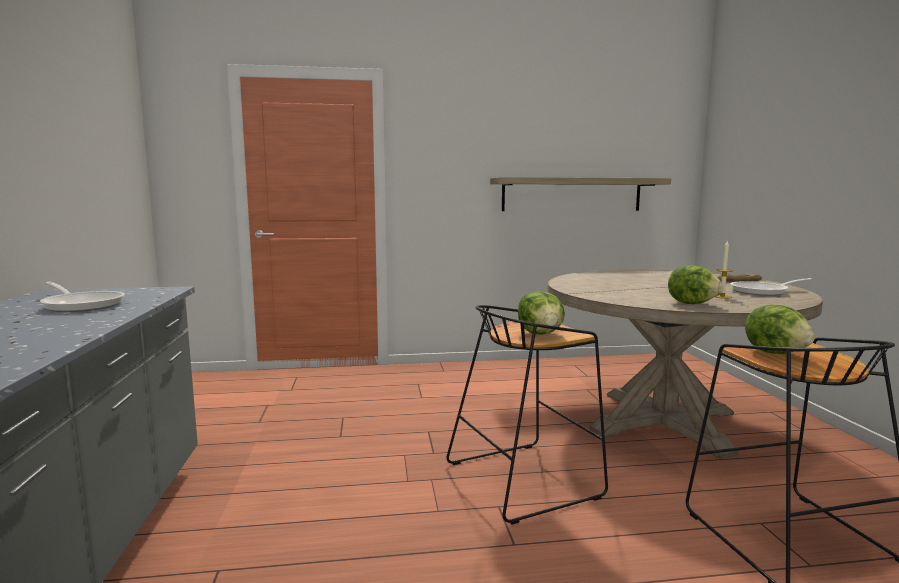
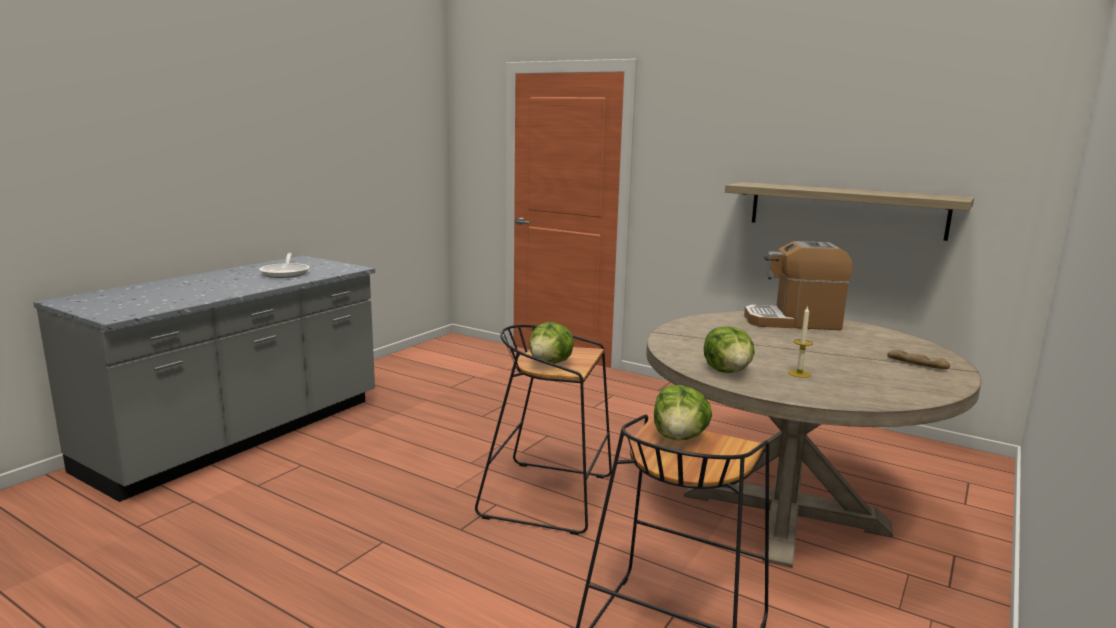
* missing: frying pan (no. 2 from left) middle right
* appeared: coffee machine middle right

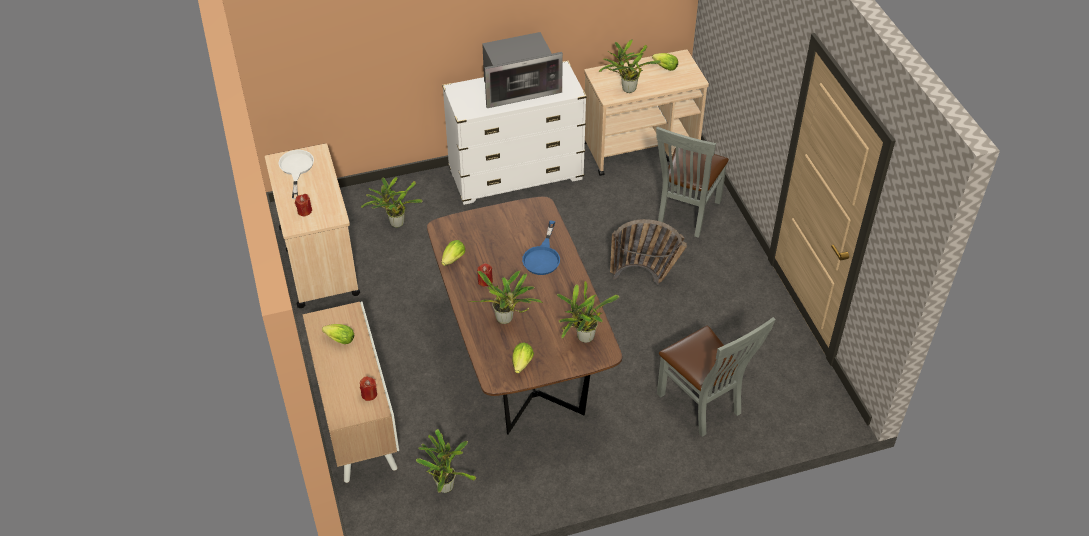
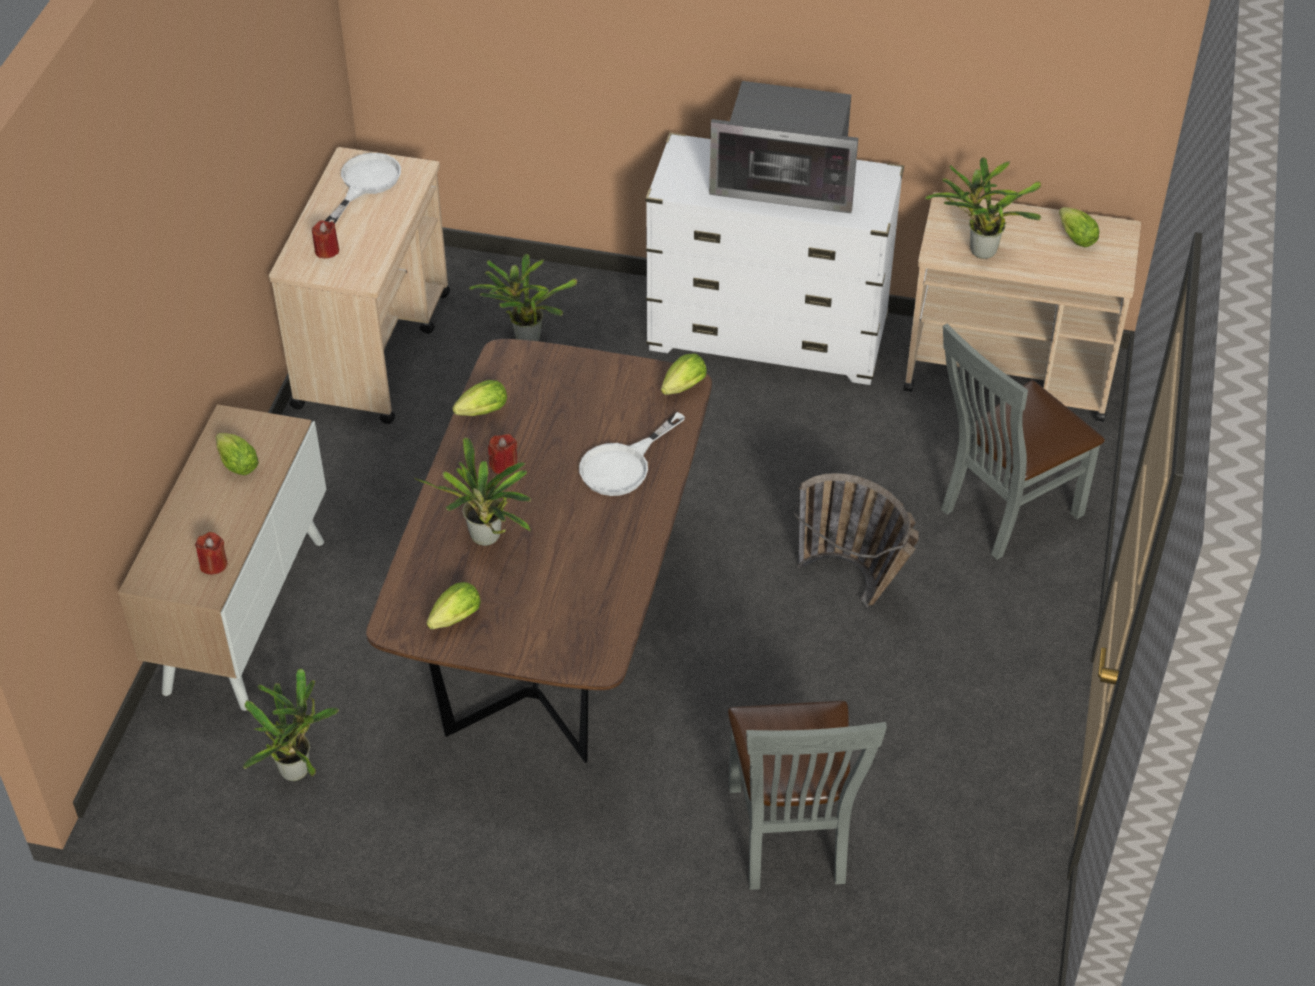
* colour: bluish frying pan centre to whitish frying pan (no. 2 from left) centre
* missing: plant in a pot (no. 4 from left) centre
* appeared: lettuce (no. 4 from left) centre

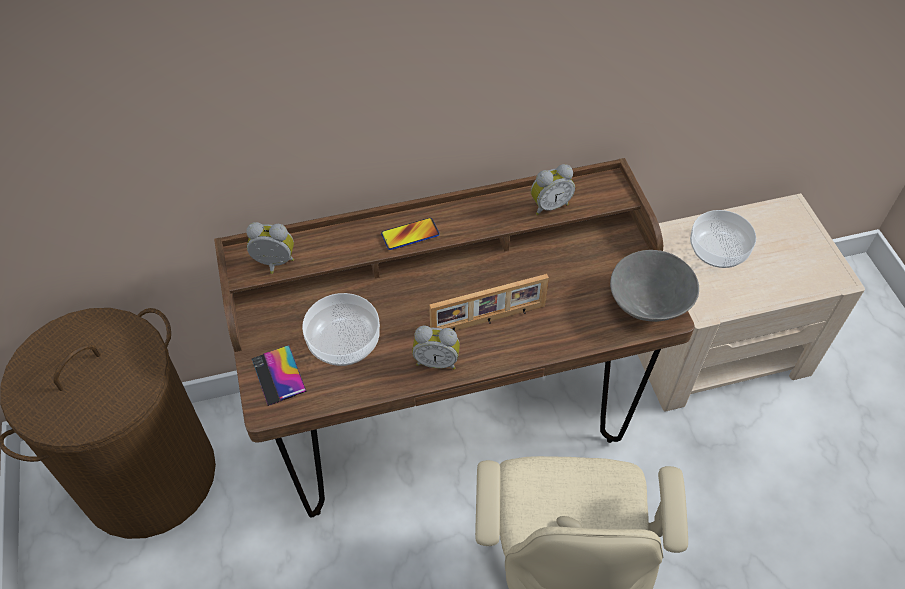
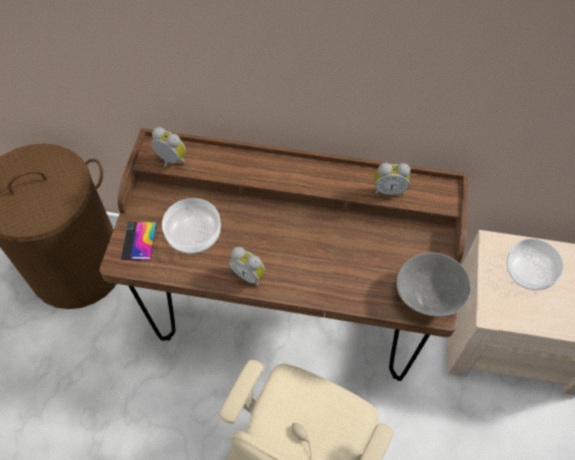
* missing: handset (no. 2 from left) centre
* missing: standing frame centre

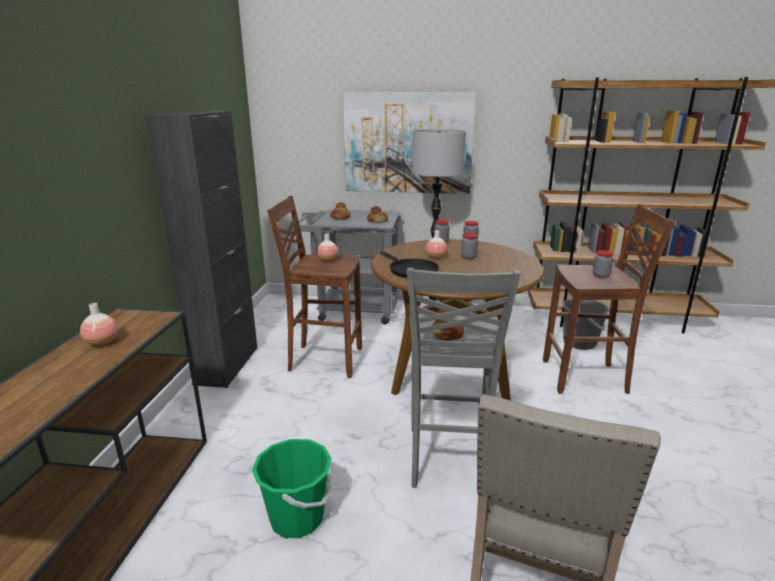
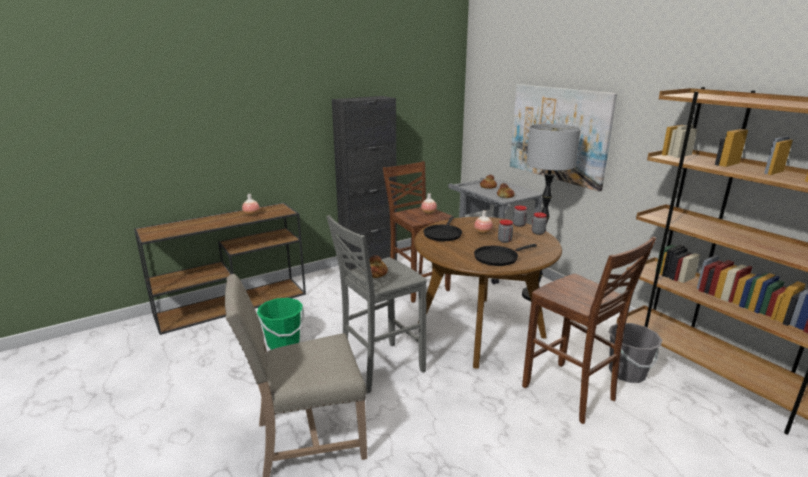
* missing: storage jar (no. 4 from left) middle right
* appeared: black-coloured frying pan (no. 2 from left) centre

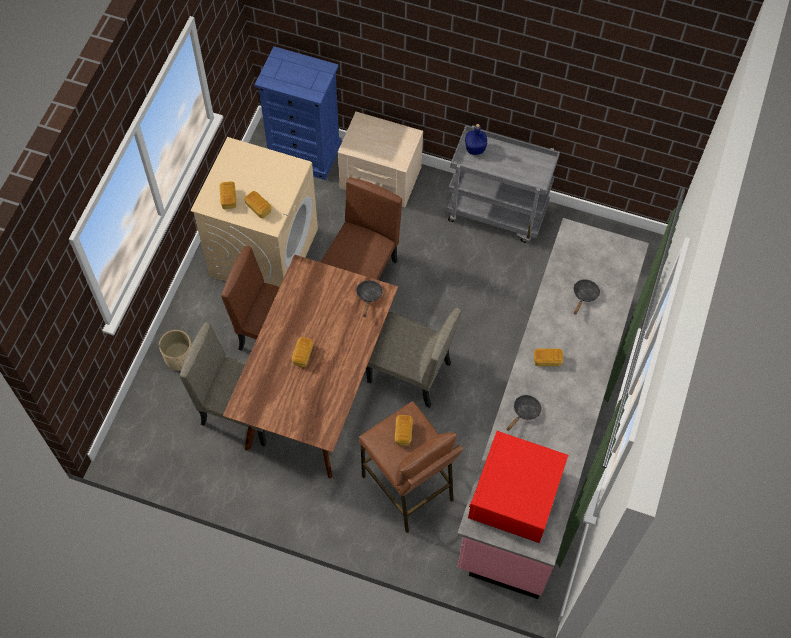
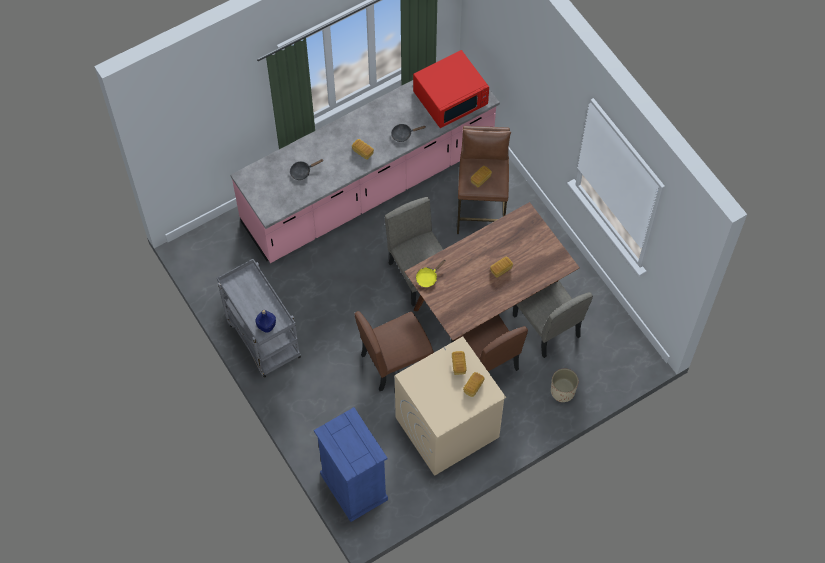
* missing: beige-coloured bedside table top centre
* colour: black-coloured frying pan (no. 1 from left) centre to yellow frying pan centre

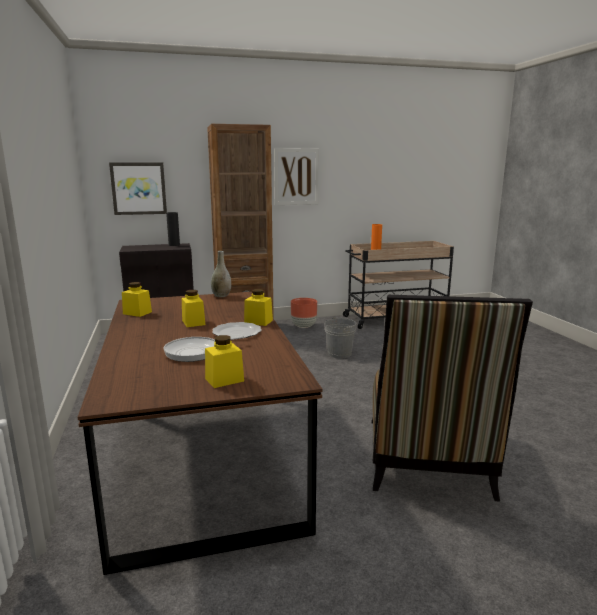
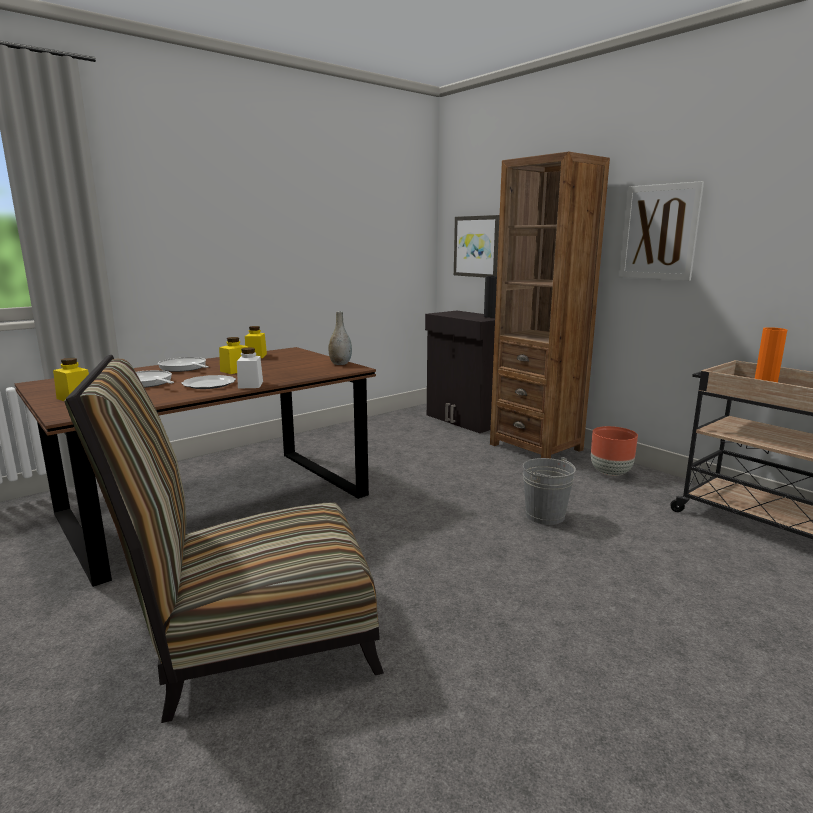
* colour: yellow storage jar (no. 4 from left) centre to whitish storage jar middle left
* appeared: frying pan (no. 2 from left) middle left

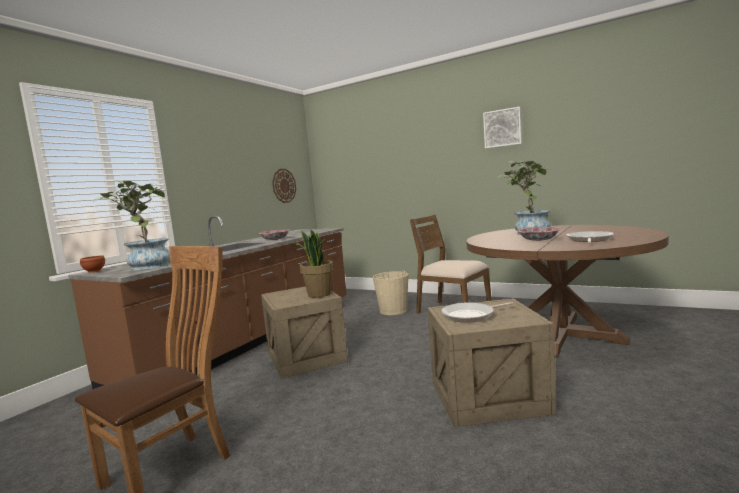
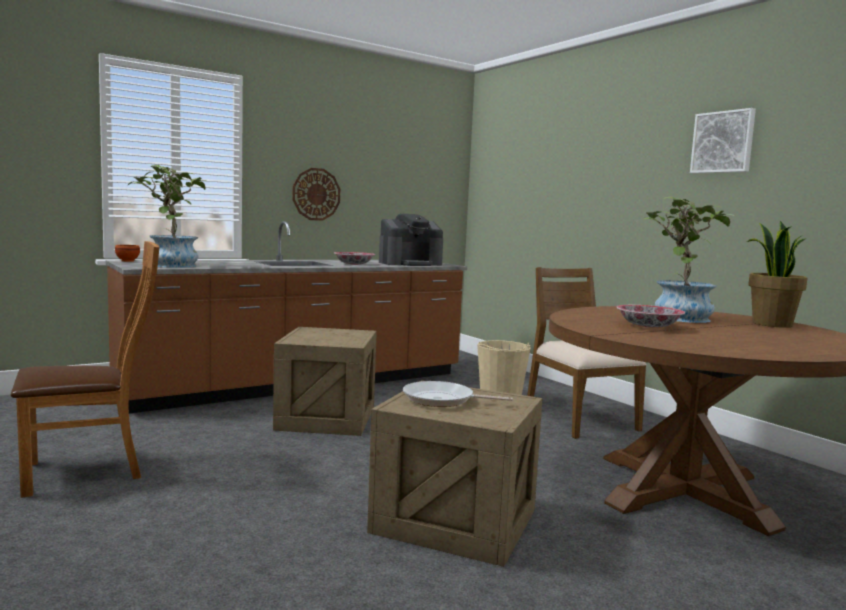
* relocated: wall clock centre to top centre
* relocated: plant in a pot (no. 2 from left in the first image) centre to plant in a pot (no. 3 from left) middle right
* missing: frying pan (no. 2 from left) middle right
* appeared: coffee machine centre

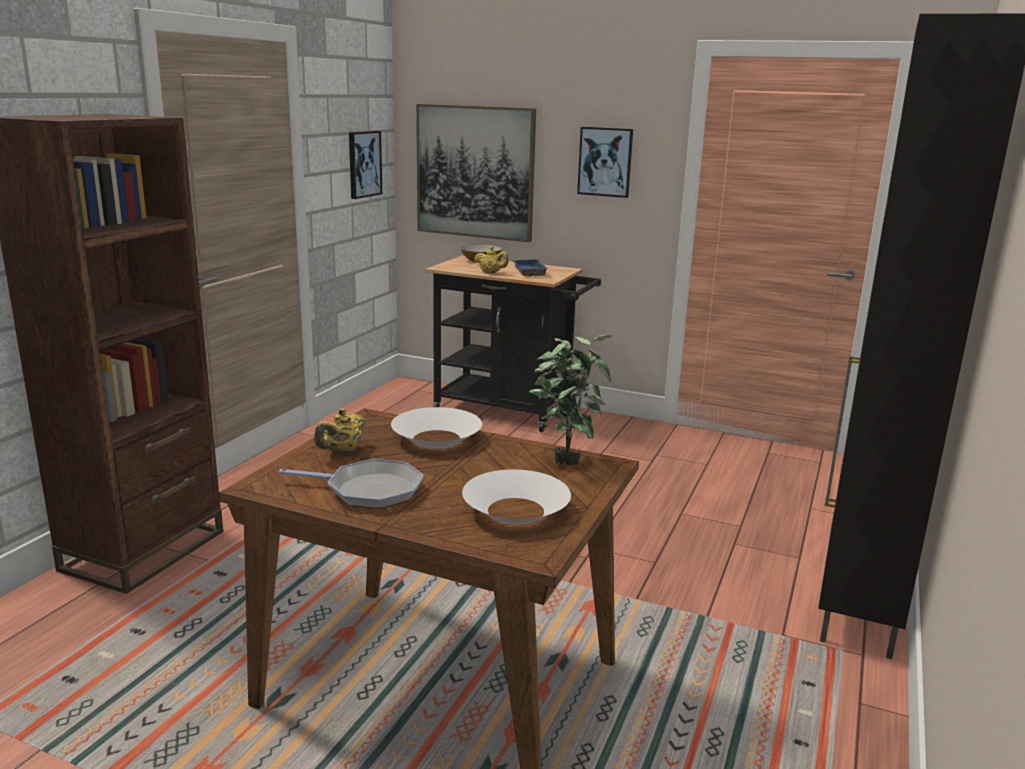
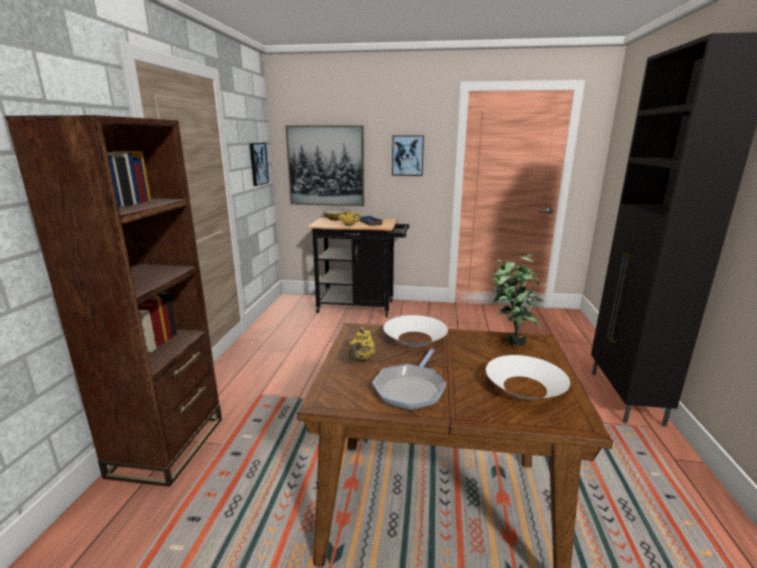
* spun: frying pan centre = bottom centre 120 degrees clockwise

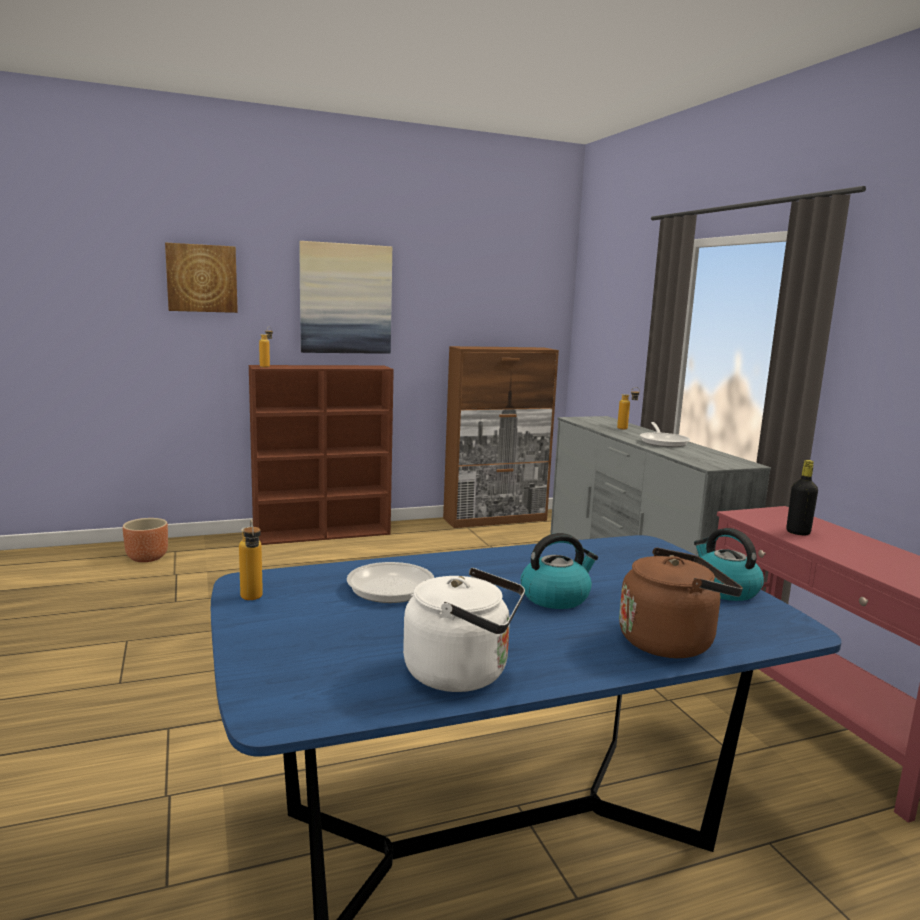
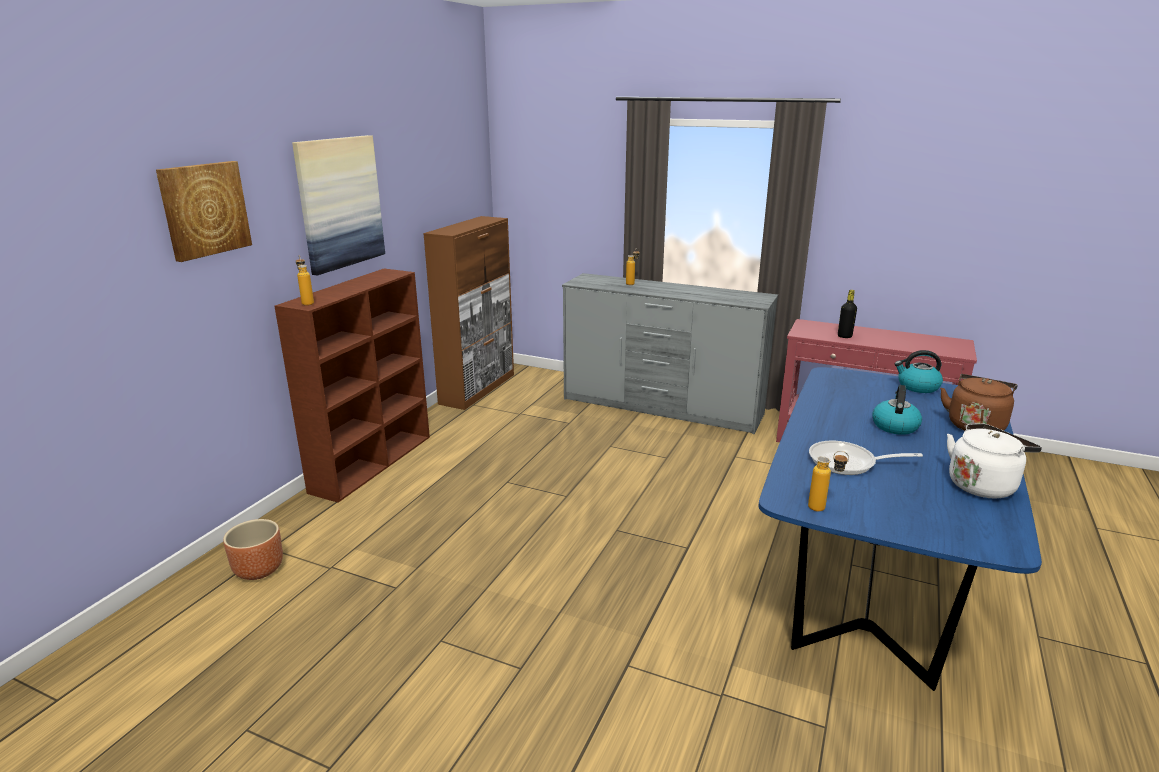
* missing: frying pan (no. 2 from left) middle right

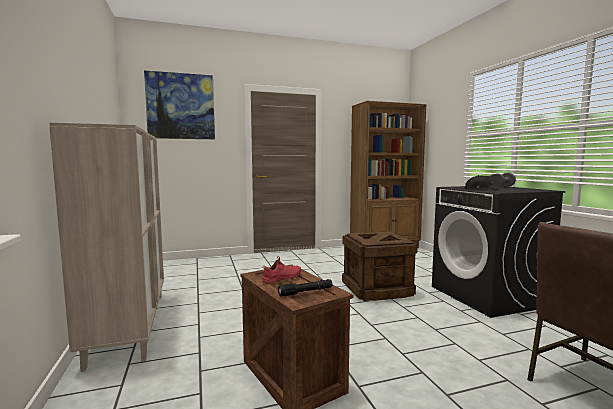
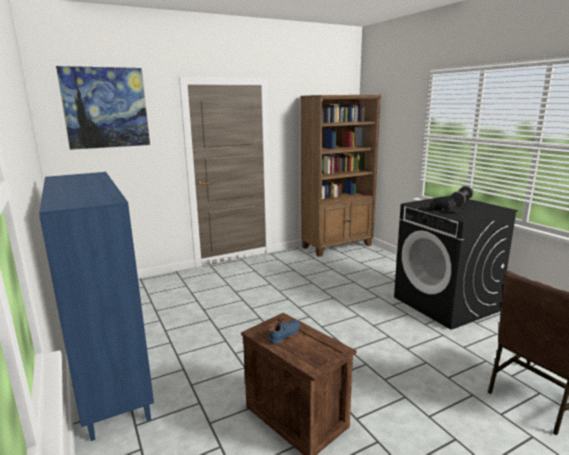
* colour: beige-coloured storage cabinet middle left to bluish storage cabinet bottom left
* colour: red-coloured shoe centre to bluish shoe bottom centre
* missing: black-coloured torch bottom centre
* missing: shipping crate (no. 2 from left) centre

